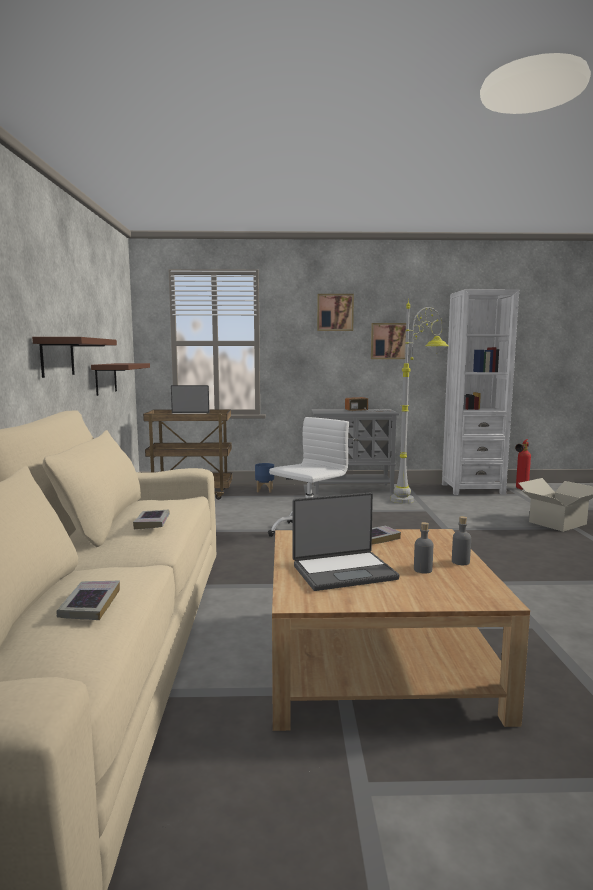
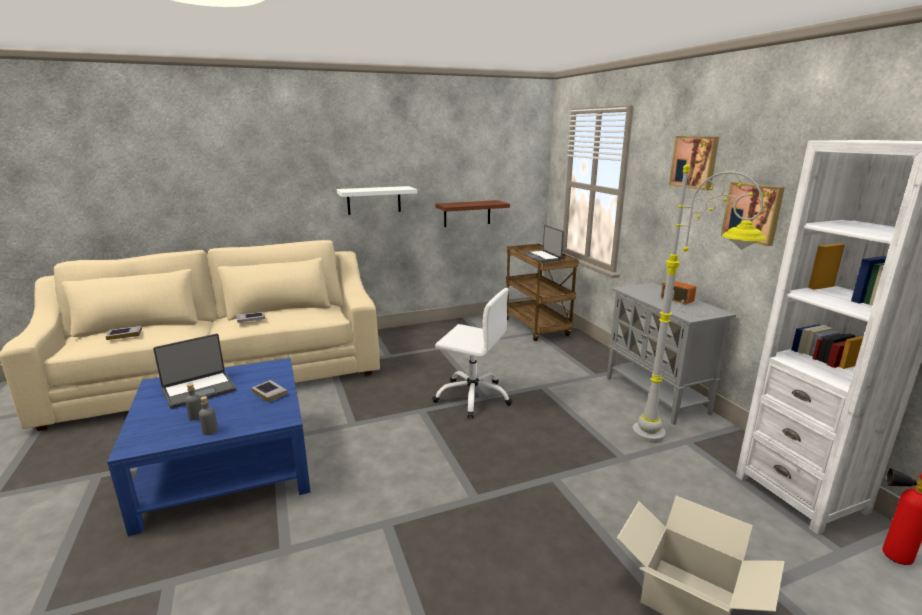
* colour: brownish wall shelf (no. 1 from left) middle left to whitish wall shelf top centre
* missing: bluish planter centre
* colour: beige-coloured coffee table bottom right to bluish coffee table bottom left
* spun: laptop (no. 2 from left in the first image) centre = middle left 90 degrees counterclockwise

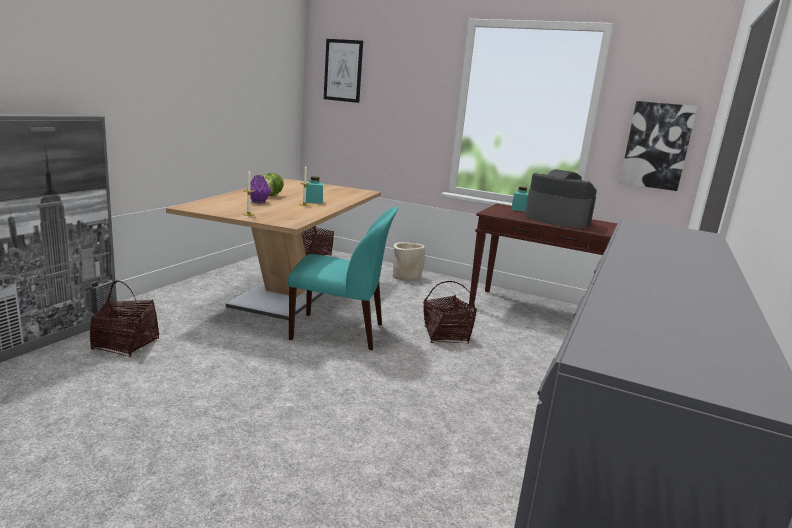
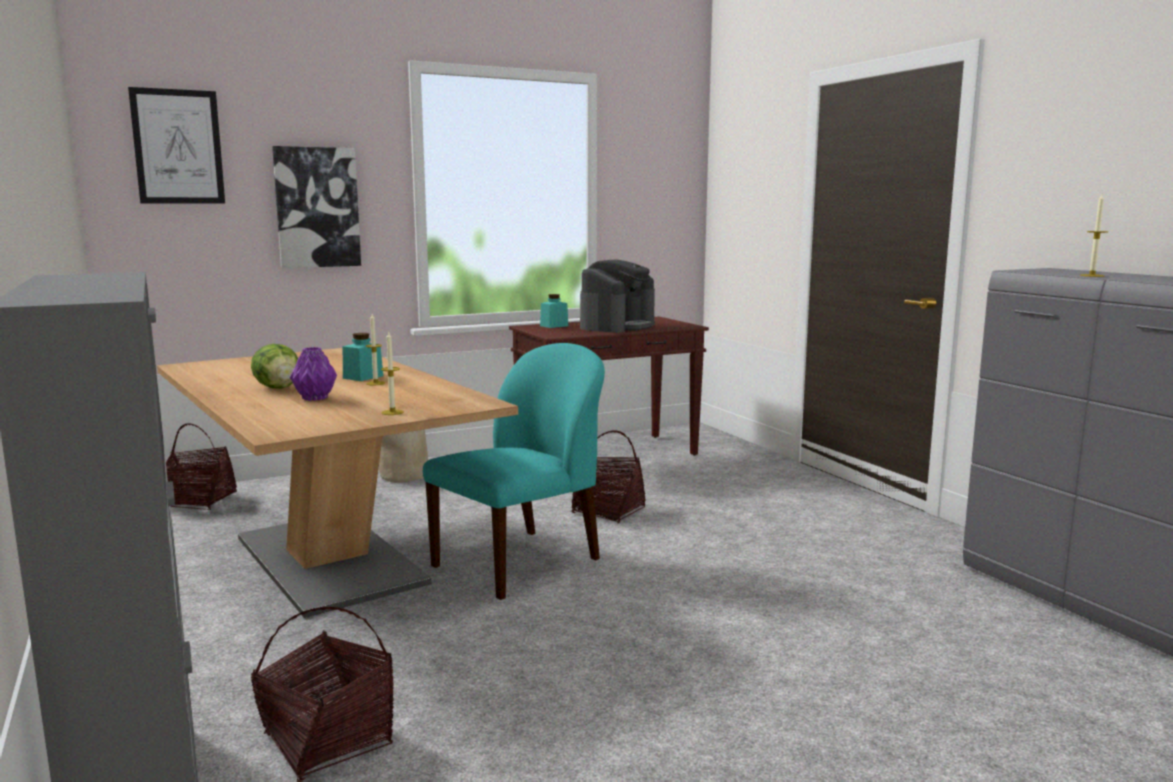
* spun: coffee machine middle right = centre 135 degrees clockwise
* relocated: picture (no. 2 from left) top right to top left
* appeared: candle (no. 3 from left) top right

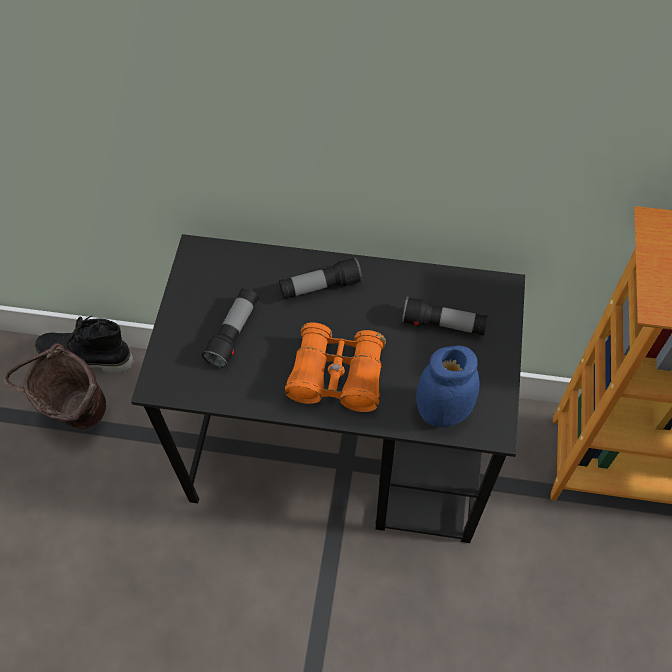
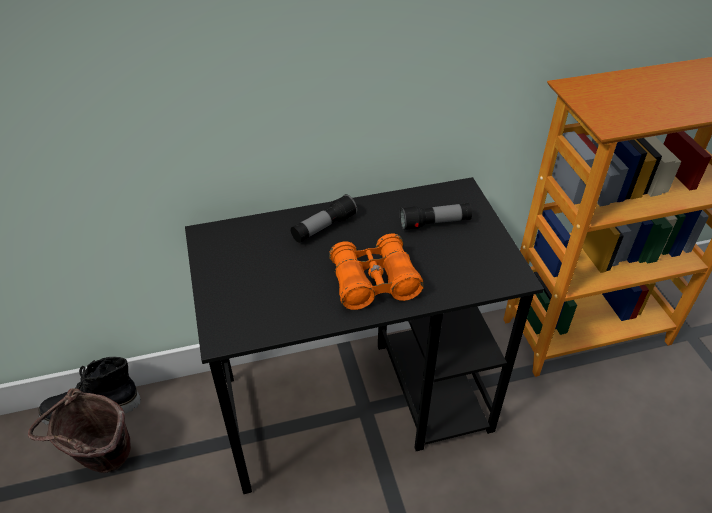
* missing: torch (no. 1 from left) centre
* missing: bluish storage jar middle right

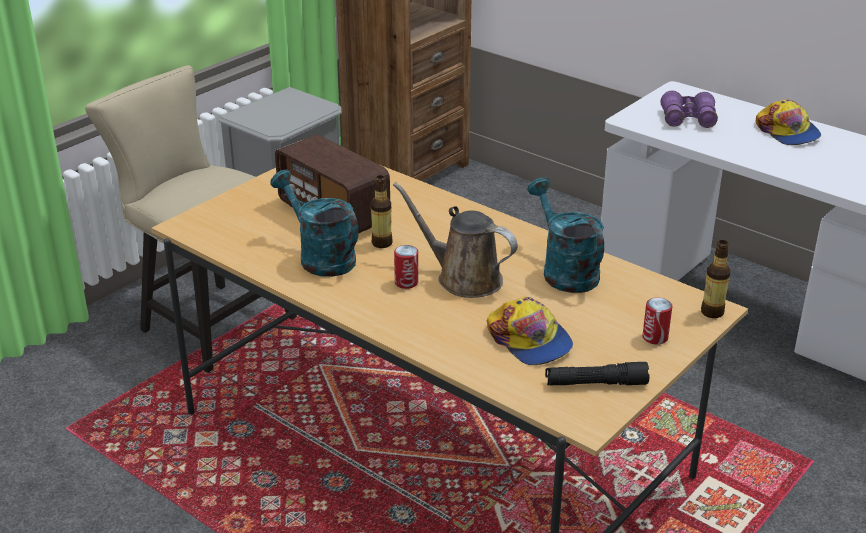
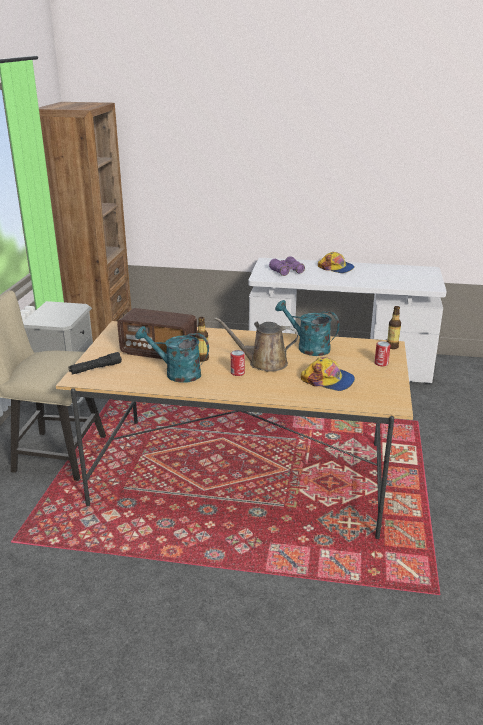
* relocated: black-coloured torch bottom right to middle left

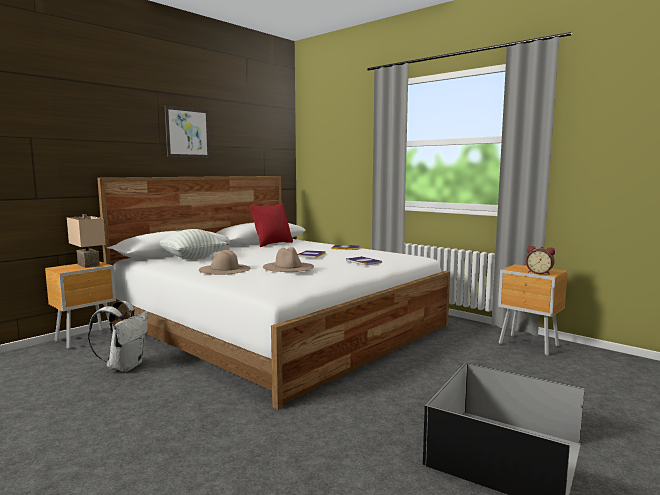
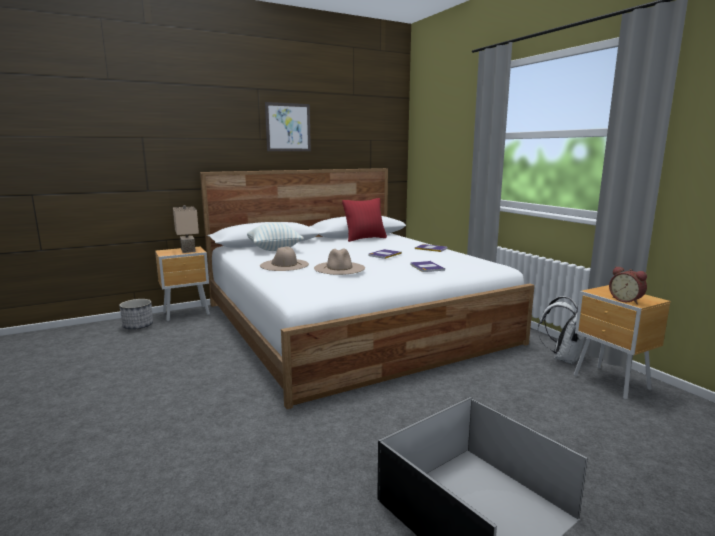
* relocated: whitish backpack bottom left to middle right
* appeared: planter middle left

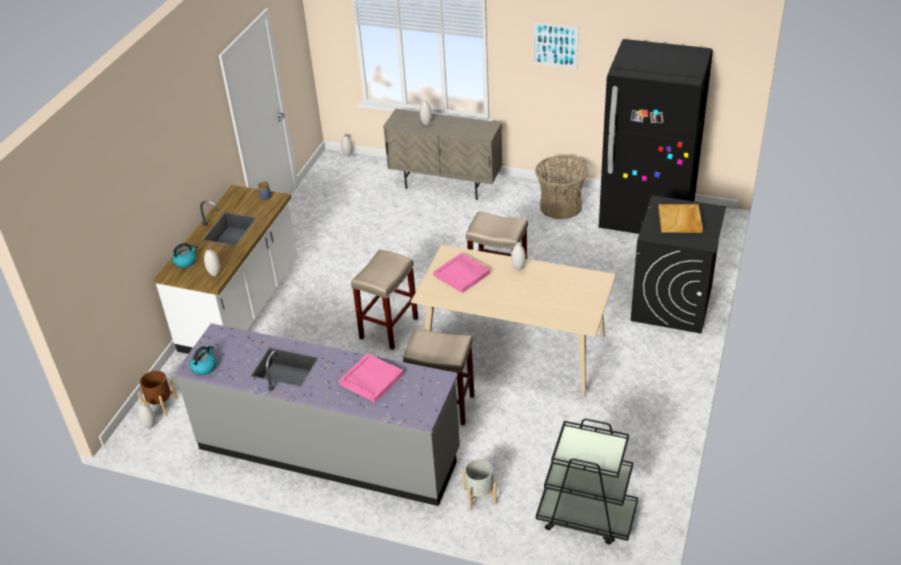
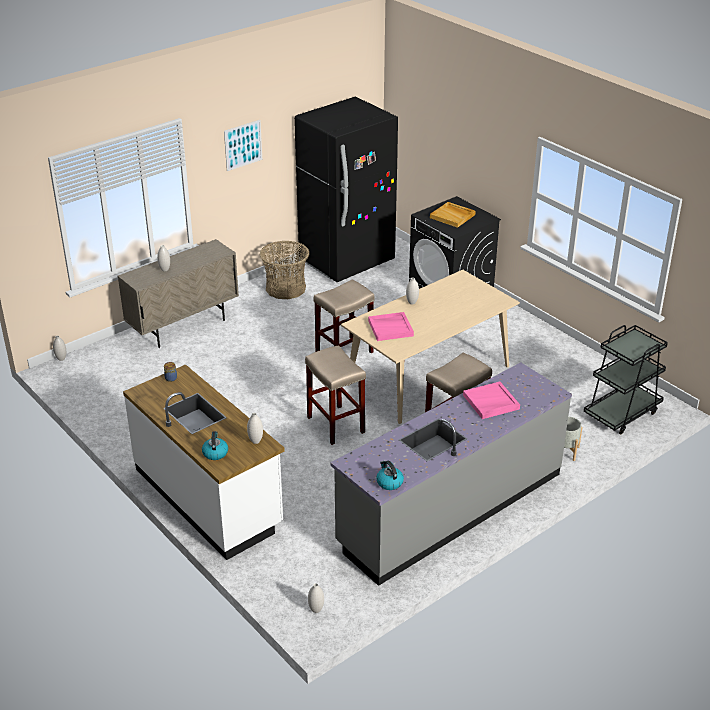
* missing: brownish planter bottom left

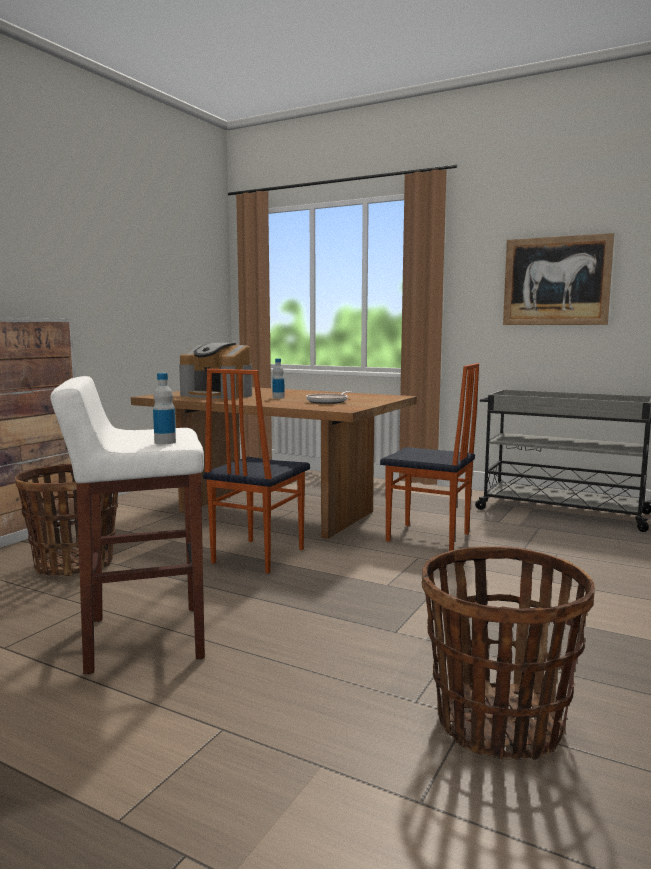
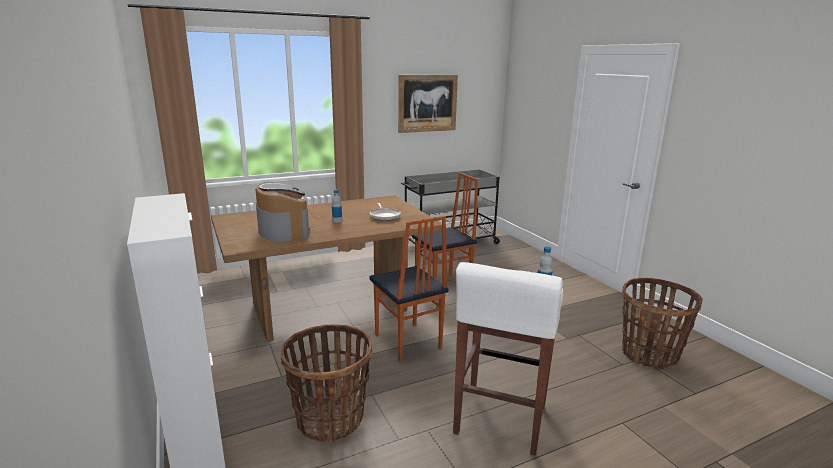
* spun: coffee machine middle left = centre 90 degrees counterclockwise

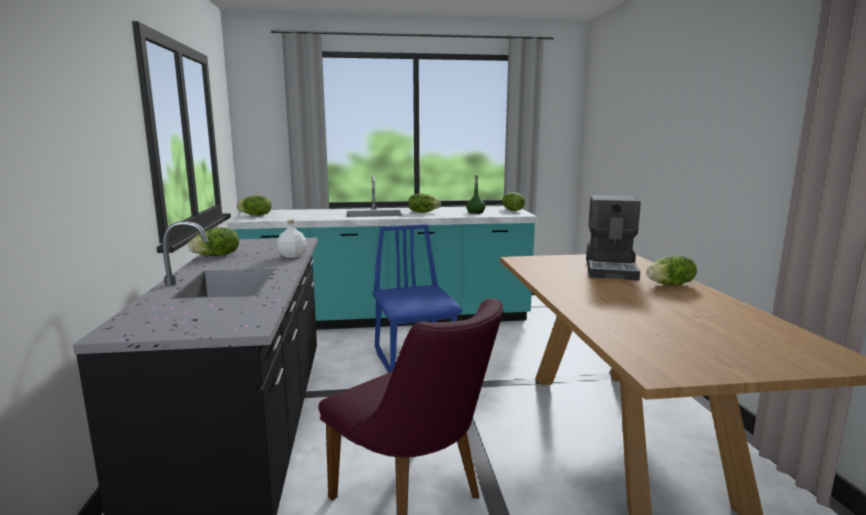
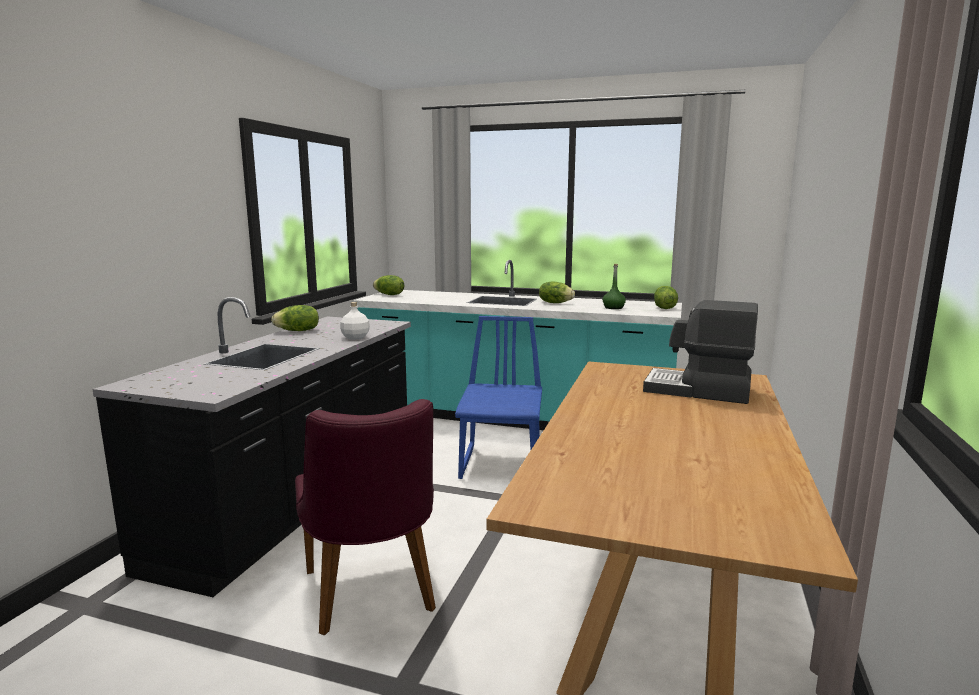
* spun: coffee machine middle right = middle right 75 degrees clockwise
* missing: lettuce (no. 5 from left) middle right

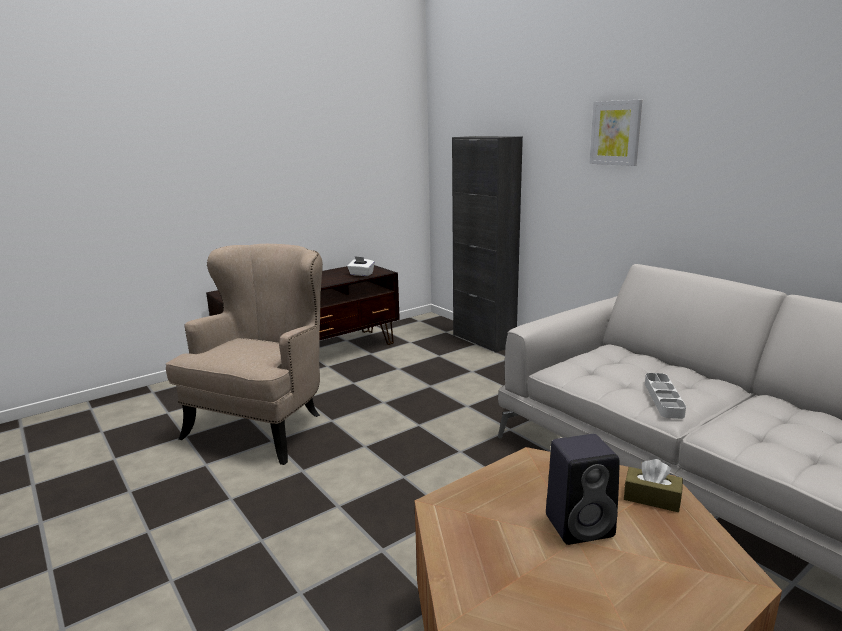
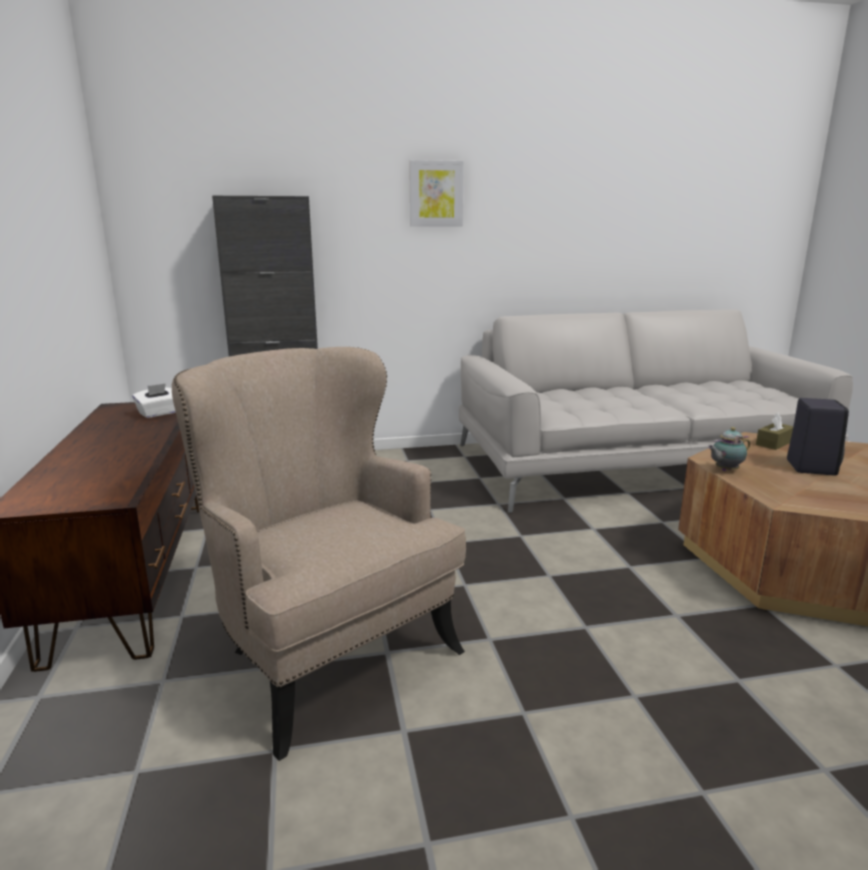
* missing: grey tray middle right
* appeared: teapot middle right

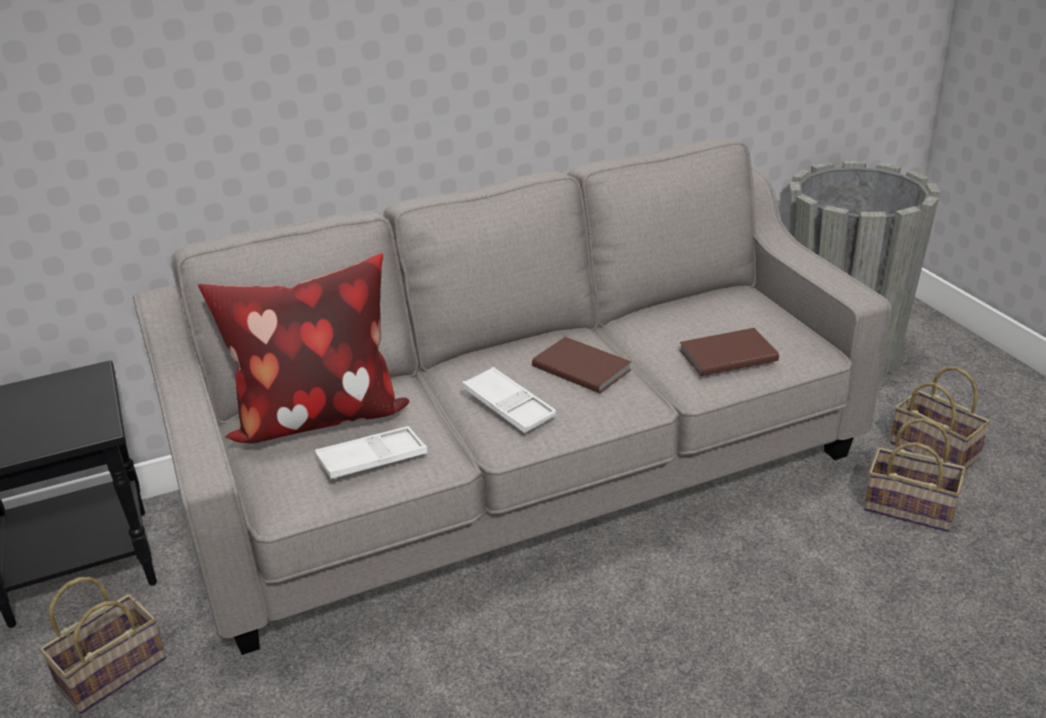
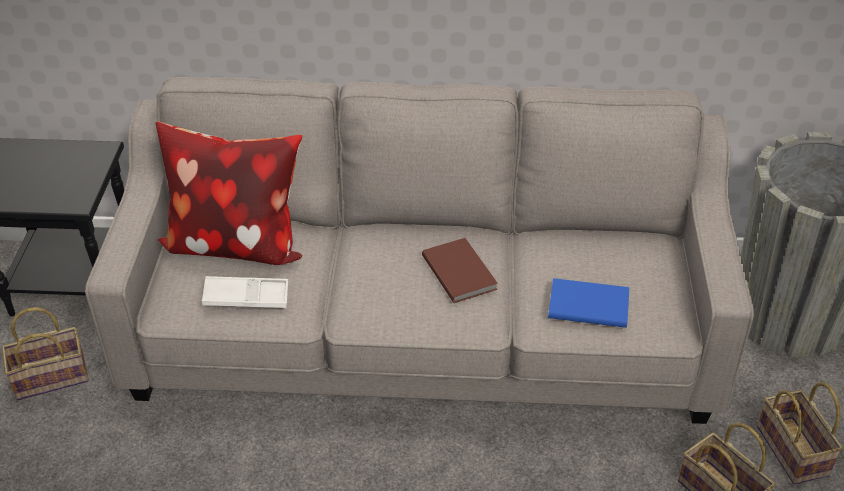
* missing: whitish tray (no. 2 from left) centre
* colour: brownish volume (no. 2 from left) middle right to bluish volume middle right

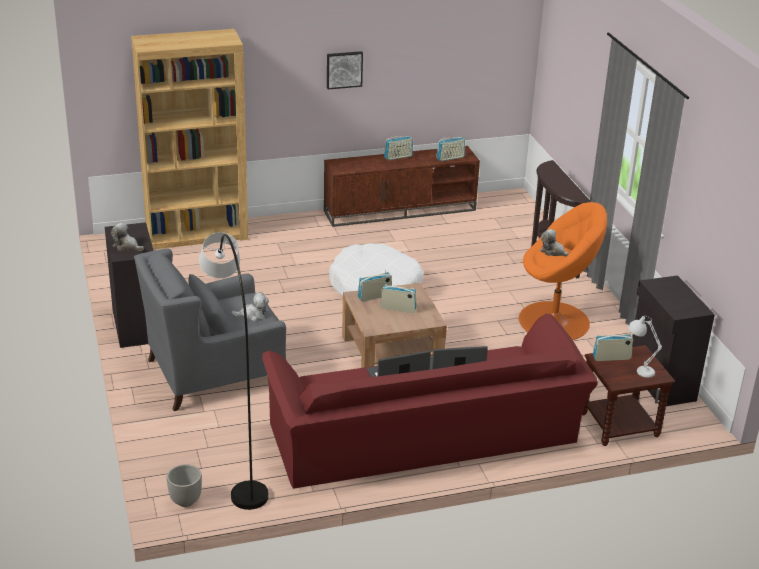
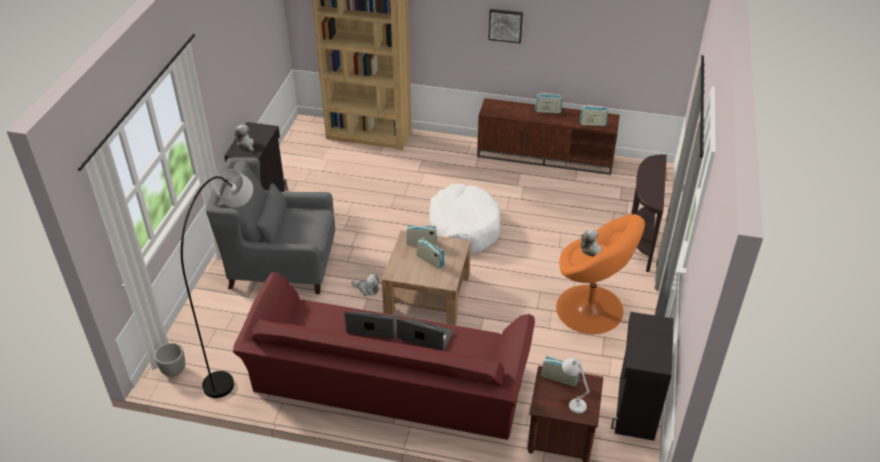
* relocated: soft toy (no. 2 from left) middle left to centre

